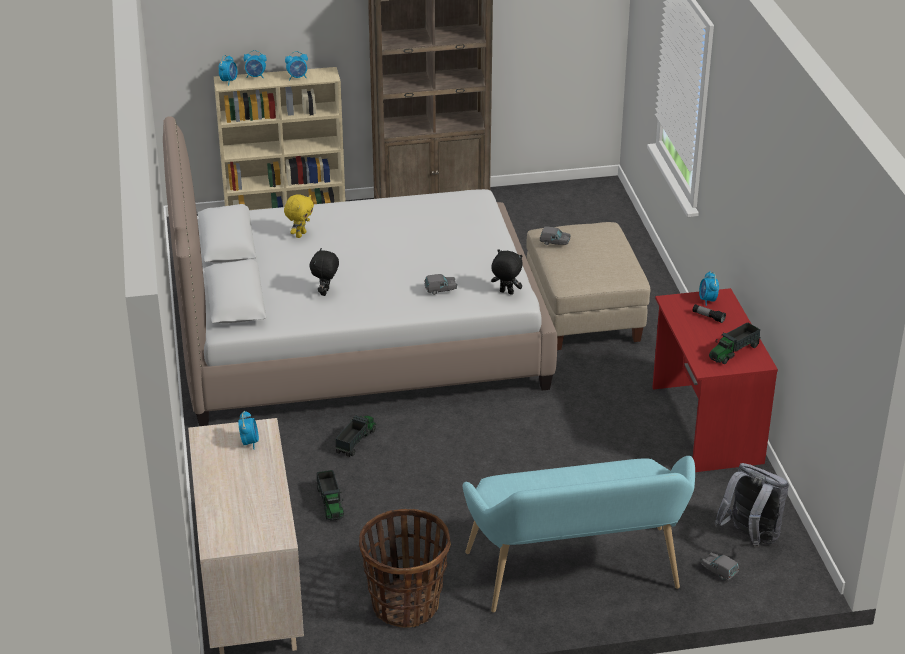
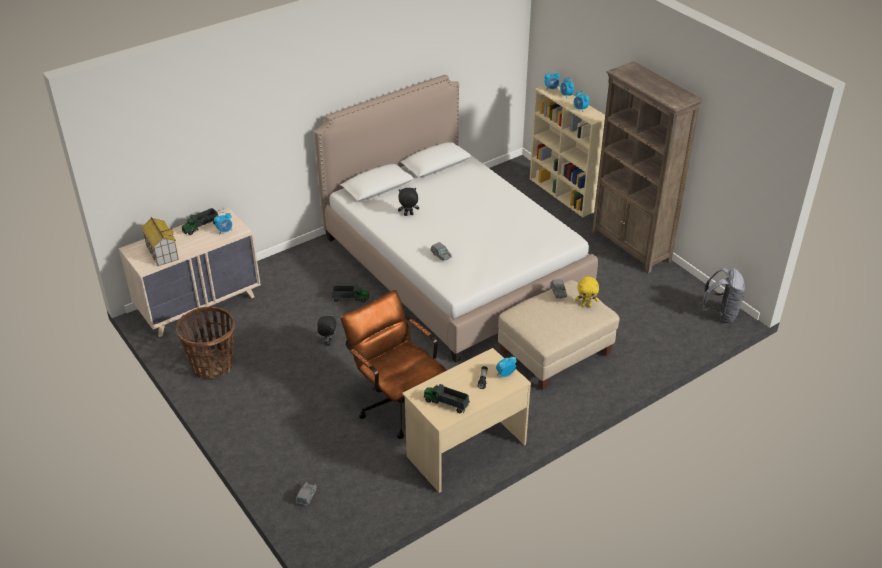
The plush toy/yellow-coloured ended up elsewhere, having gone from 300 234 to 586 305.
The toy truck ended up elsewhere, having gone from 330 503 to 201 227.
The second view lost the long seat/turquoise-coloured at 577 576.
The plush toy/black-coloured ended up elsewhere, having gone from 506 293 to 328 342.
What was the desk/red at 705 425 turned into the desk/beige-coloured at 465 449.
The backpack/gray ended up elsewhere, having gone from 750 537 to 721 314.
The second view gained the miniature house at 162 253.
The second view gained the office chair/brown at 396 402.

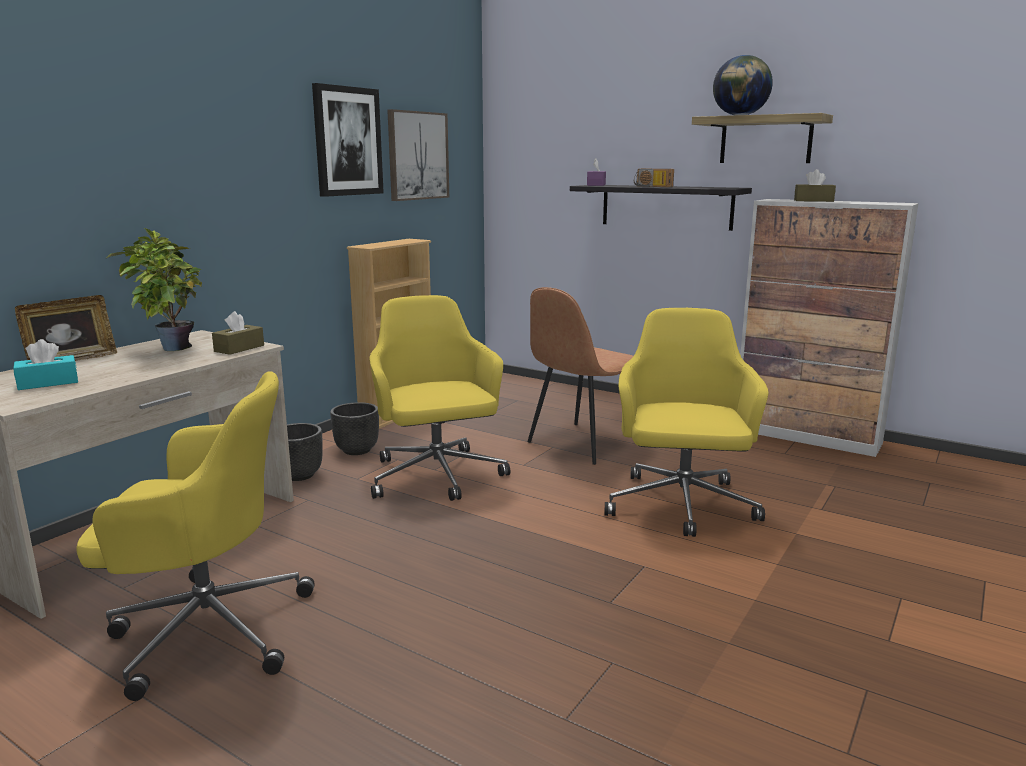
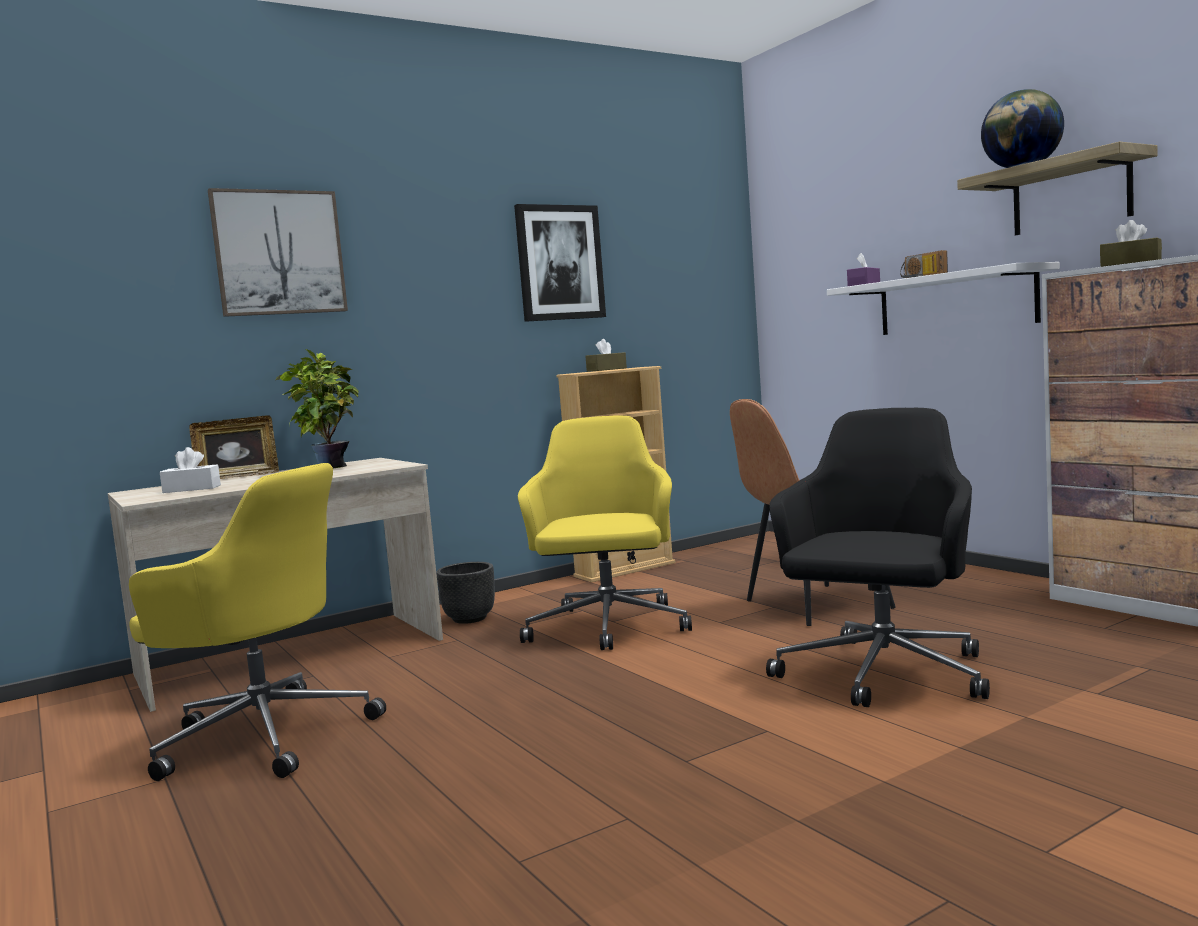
What was the tissue holder/turquoise-coloured at 48 383 turned into the tissue holder/whitish at 192 489.
The tissue holder/brown ended up elsewhere, having gone from 239 348 to 606 369.
The second view lost the flower pot/black-coloured at 357 450.
The picture ended up elsewhere, having gone from 417 156 to 279 253.
What was the shelf/black-coloured at 666 206 turned into the shelf/whitish at 955 302.
What was the office chair/yellow-coloured at 681 506 turned into the office chair/black-coloured at 882 675.

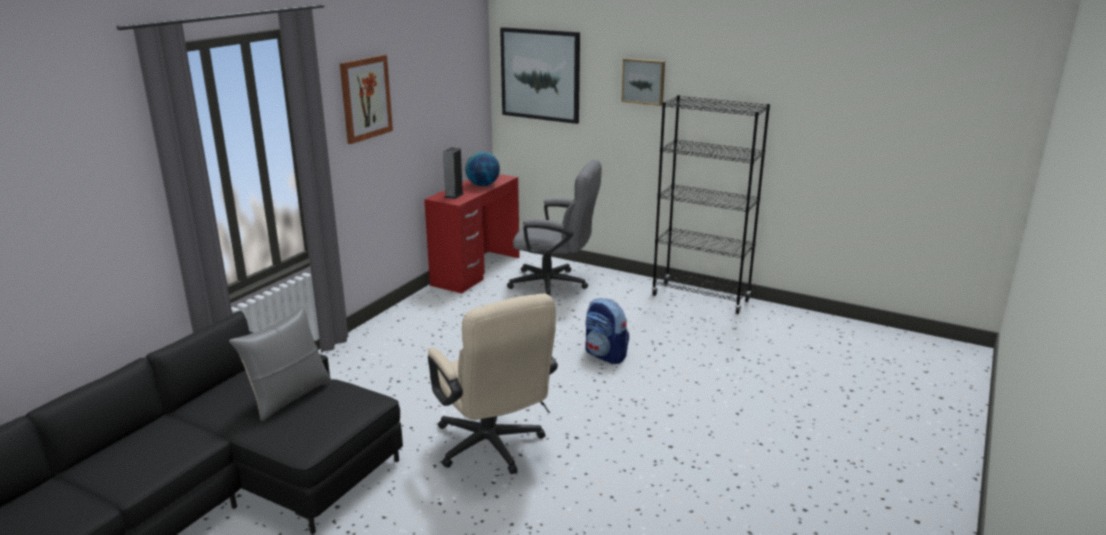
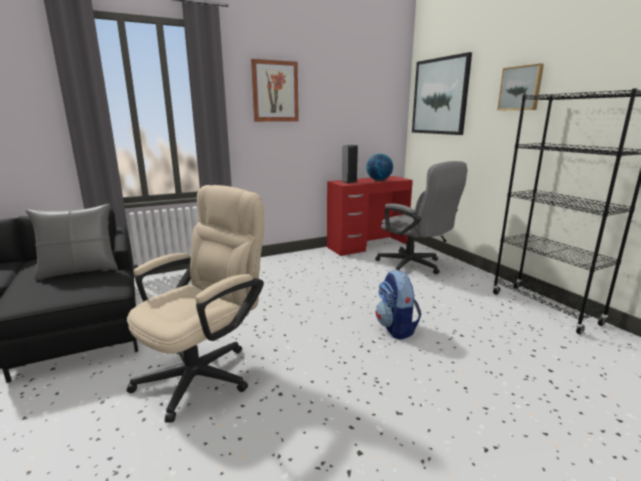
The office chair/beige-coloured at 493 449 ended up facing another way, 150 degrees counterclockwise from before.

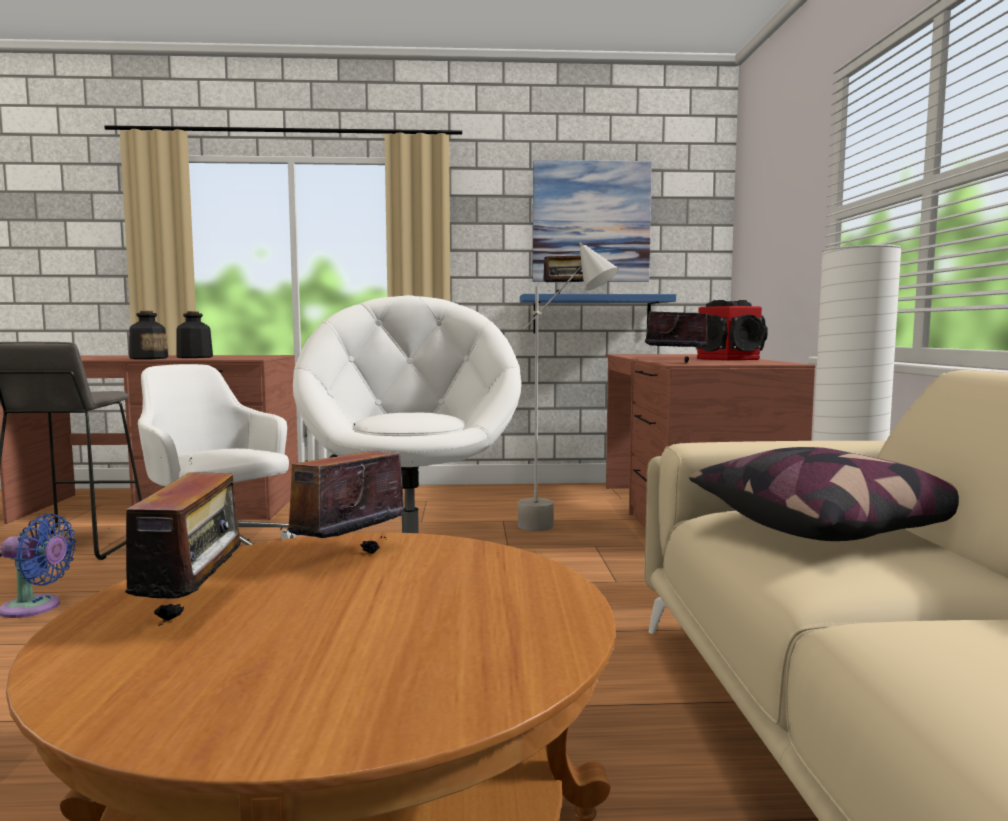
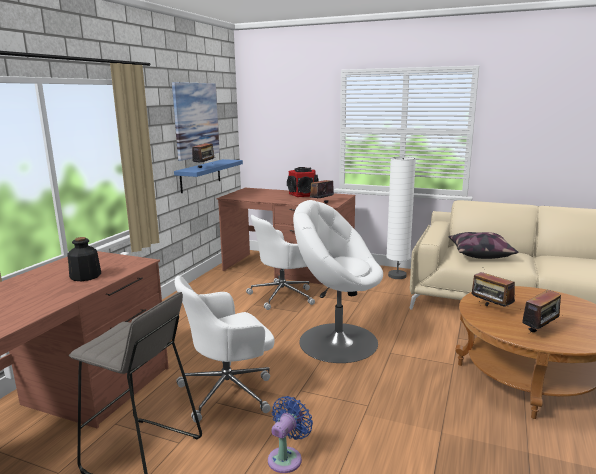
The radio set at 194 609 ended up facing another way, 120 degrees clockwise from before.
The second view lost the beverage bottle at 149 358.
Where the floor lamp/gray stood at 563 529, the office chair/whitish came to stand at 283 295.

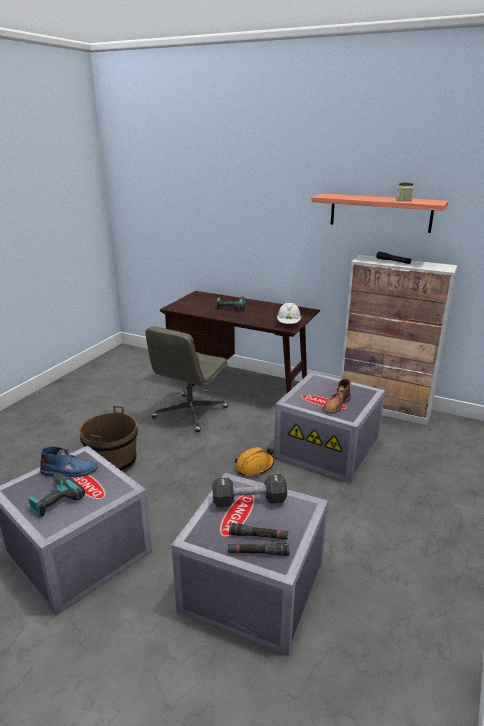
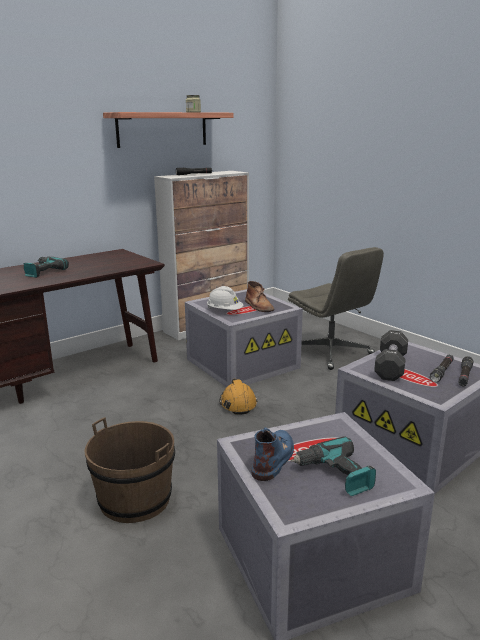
The office chair/gray ended up elsewhere, having gone from 190 413 to 331 352.
The work helmet/whitish ended up elsewhere, having gone from 288 323 to 224 311.

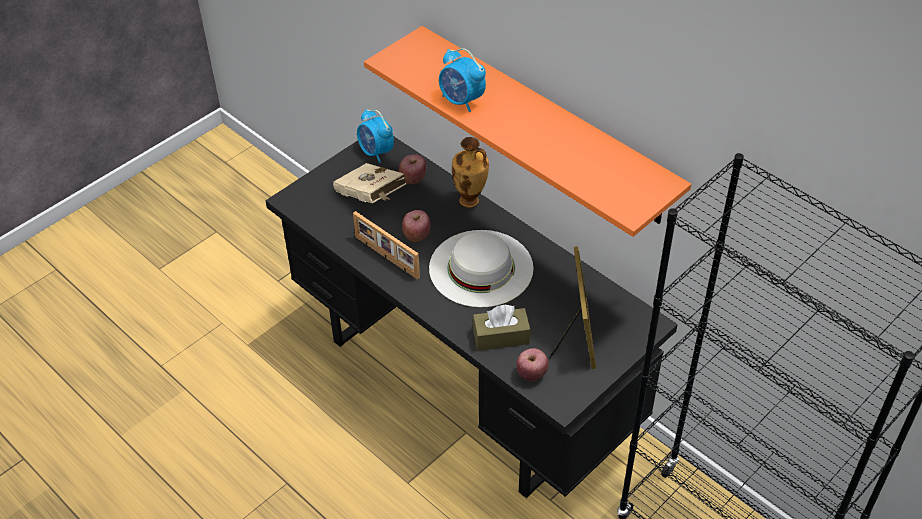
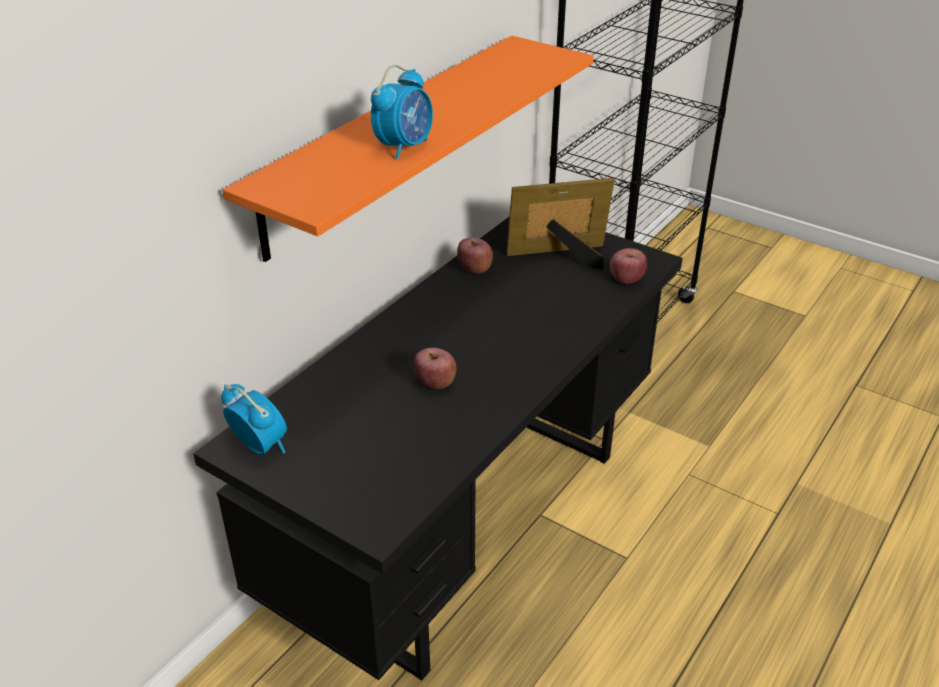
The second view lost the bound book/beige-coloured at 371 198.
The second view lost the picture frame at 386 258.
The table clock at 376 152 ended up facing another way, 90 degrees counterclockwise from before.
The whole apple ended up elsewhere, having gone from 413 179 to 474 269.
The second view lost the wearable hat/whitish at 481 268.
The second view lost the decorative vase at 470 201.
The second view lost the tissue holder/brown at 501 336.

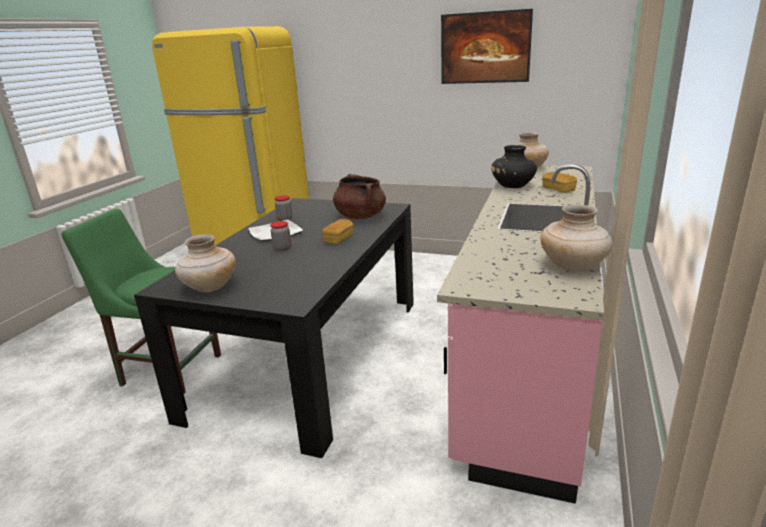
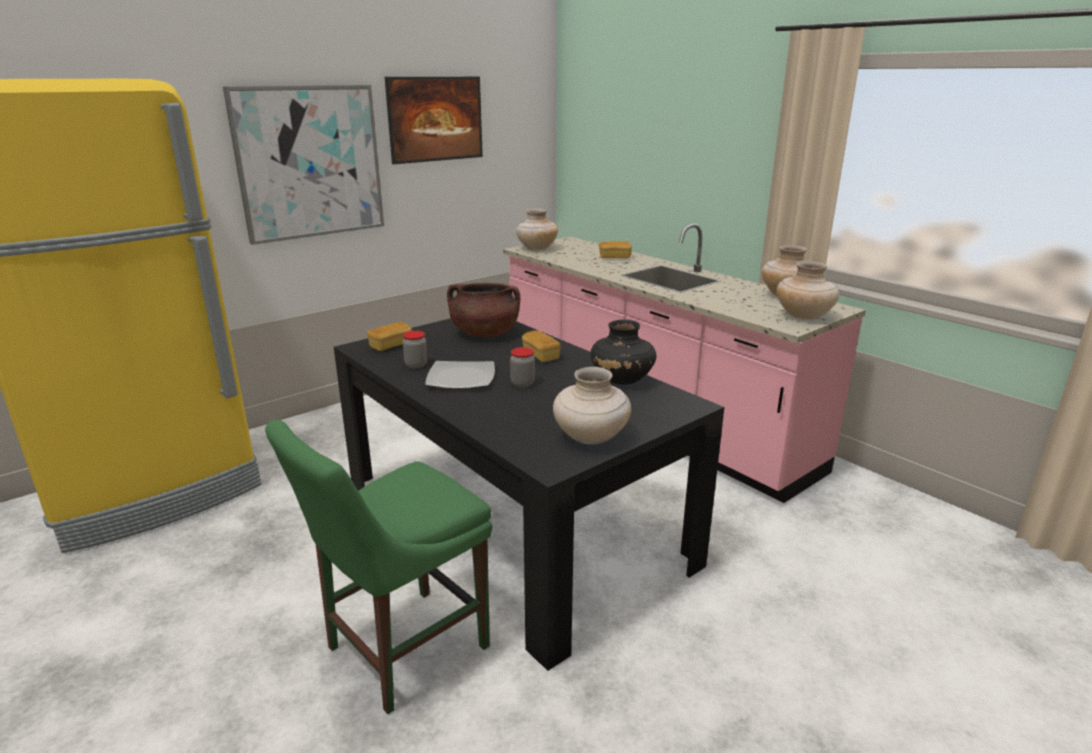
The decorative vase/black-coloured ended up elsewhere, having gone from 513 186 to 622 380.
The second view gained the picture at 310 162.
The second view gained the baked bread at 390 345.
The second view gained the decorative vase/beige-coloured at 804 316.

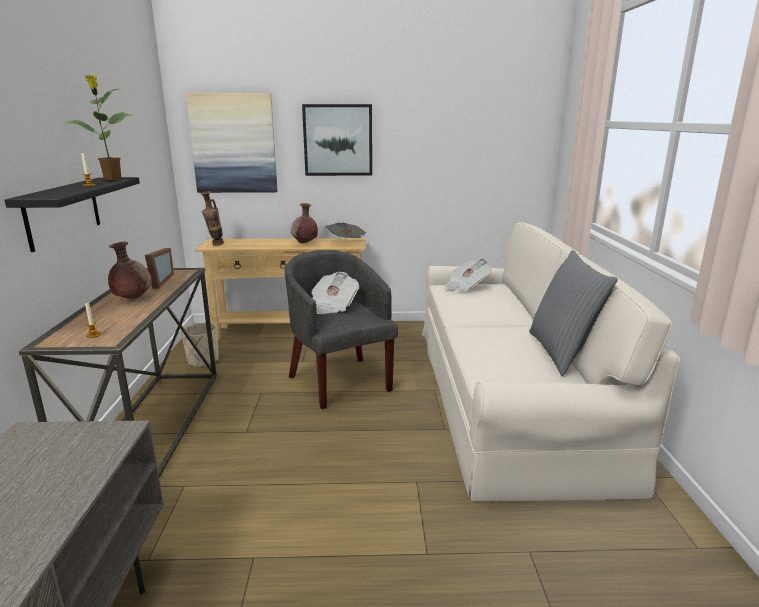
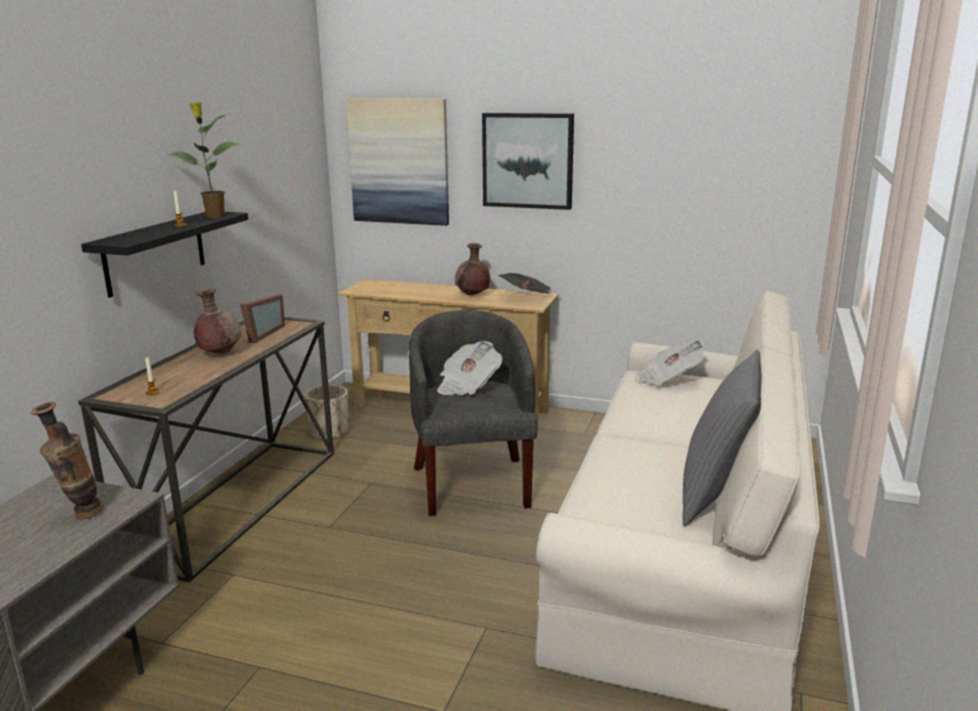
The decorative vase ended up elsewhere, having gone from 215 245 to 79 516.

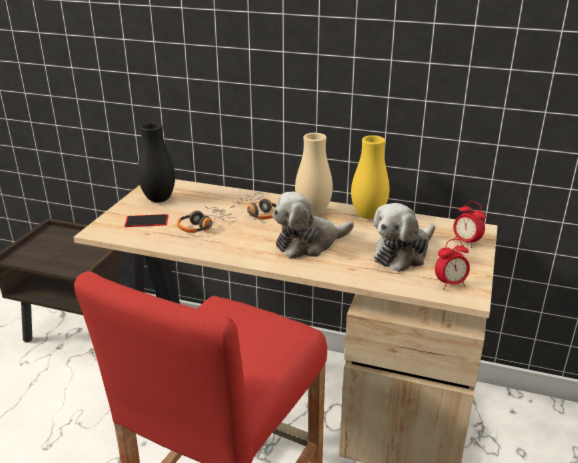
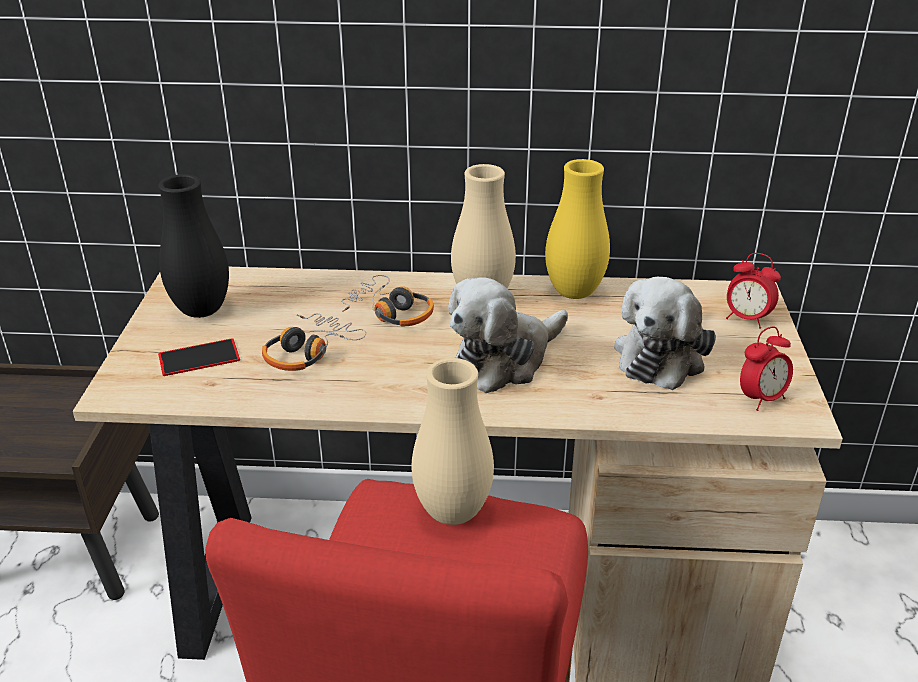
The second view gained the decorative vase/beige-coloured at 452 512.

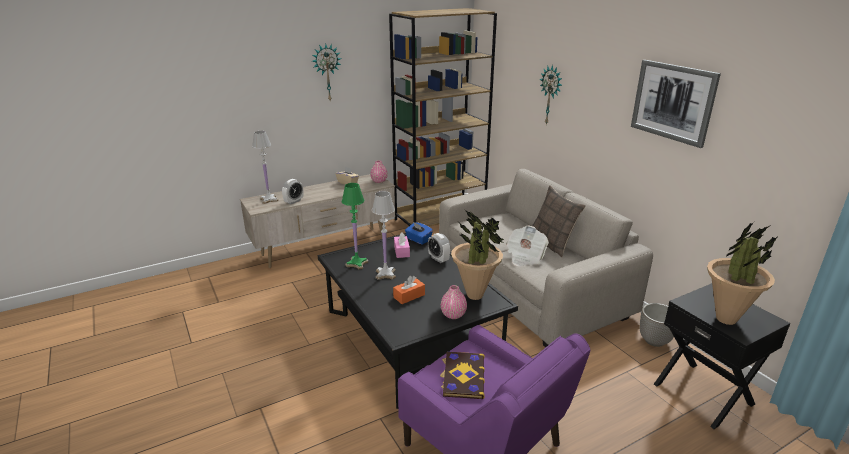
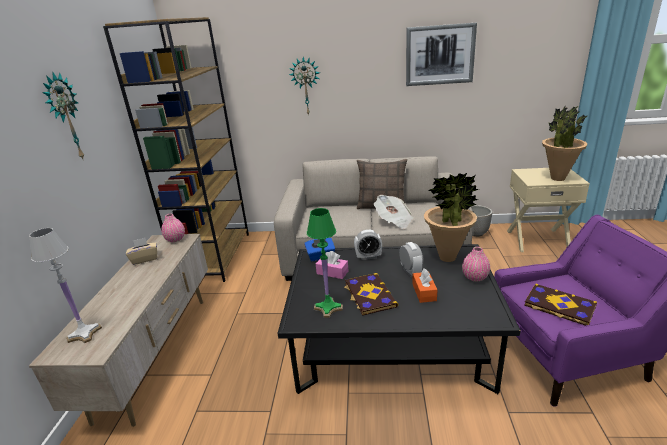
The table clock ended up elsewhere, having gone from 294 201 to 410 272.
Where the tabletop lamp/whitish stood at 385 274, the bound book came to stand at 369 295.
What was the bedside table/black-coloured at 704 393 turned into the bedside table/beige-coloured at 537 239.

